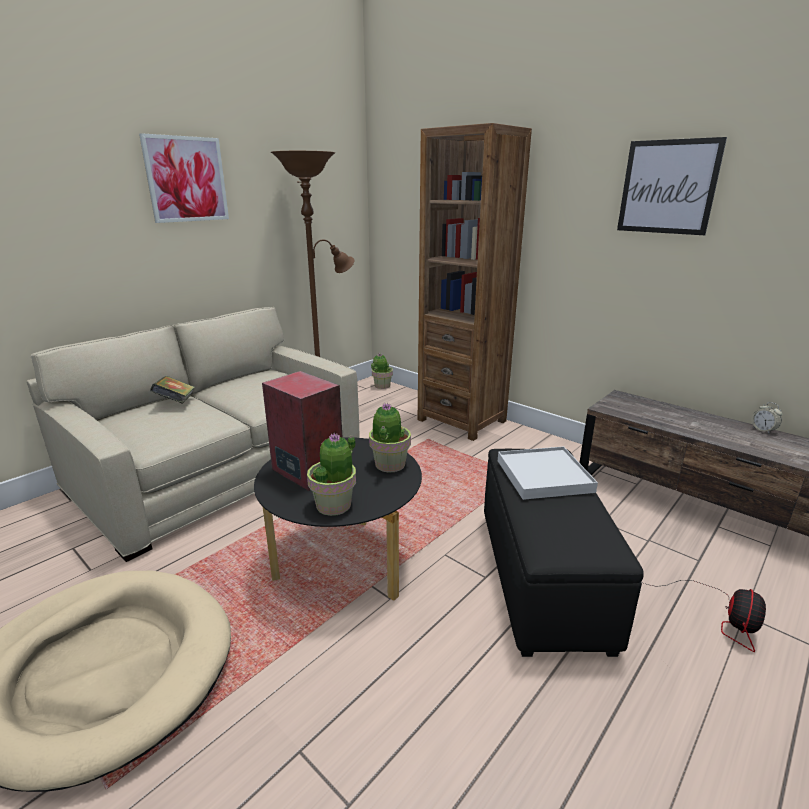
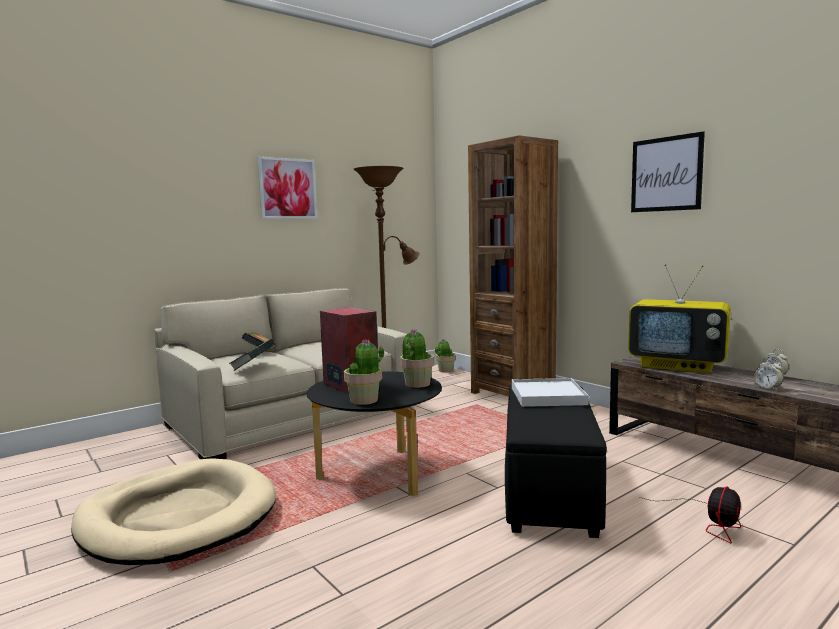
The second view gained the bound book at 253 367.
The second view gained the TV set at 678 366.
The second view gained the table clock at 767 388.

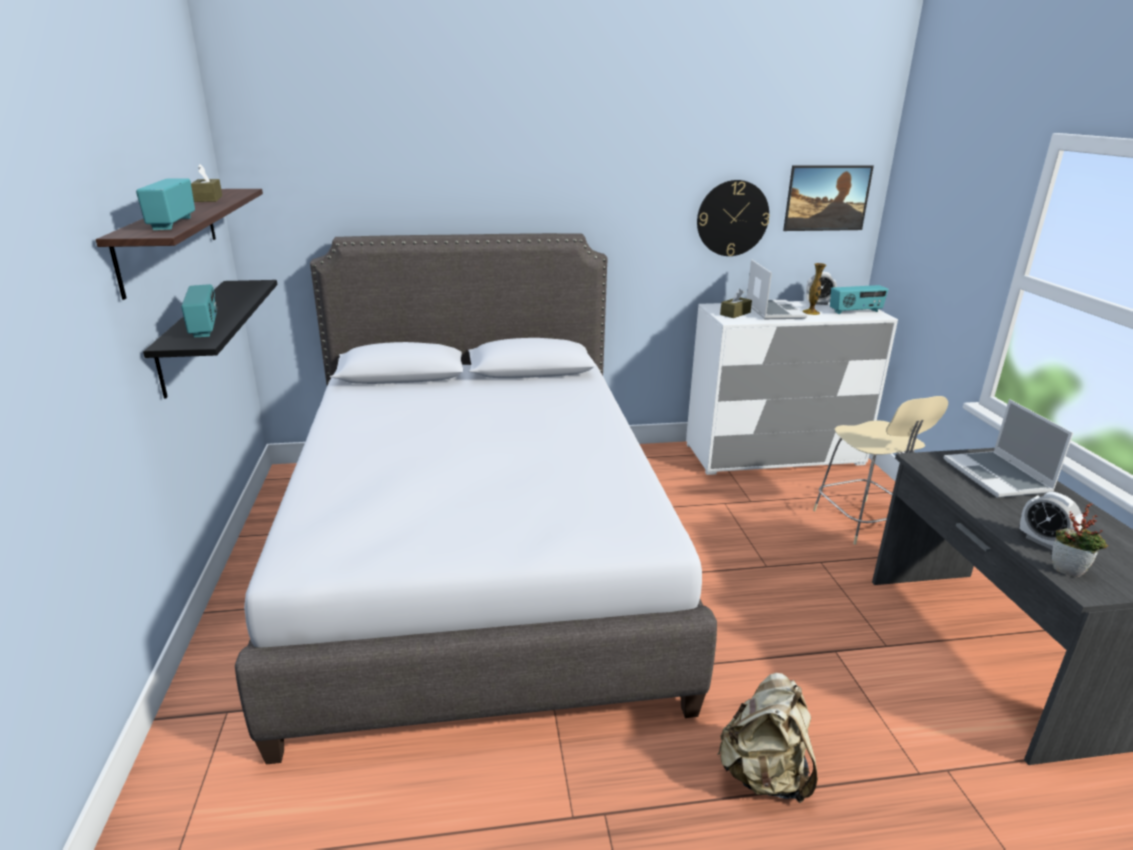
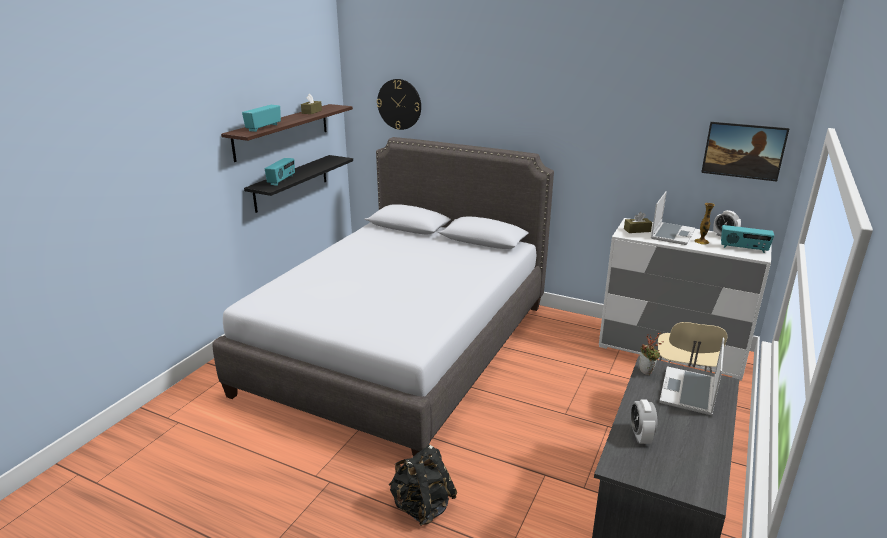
The wall clock ended up elsewhere, having gone from 732 218 to 399 104.
What was the backpack/beige-coloured at 764 774 turned into the backpack/black-coloured at 422 507.
The plant in a pot ended up elsewhere, having gone from 1069 571 to 647 371.

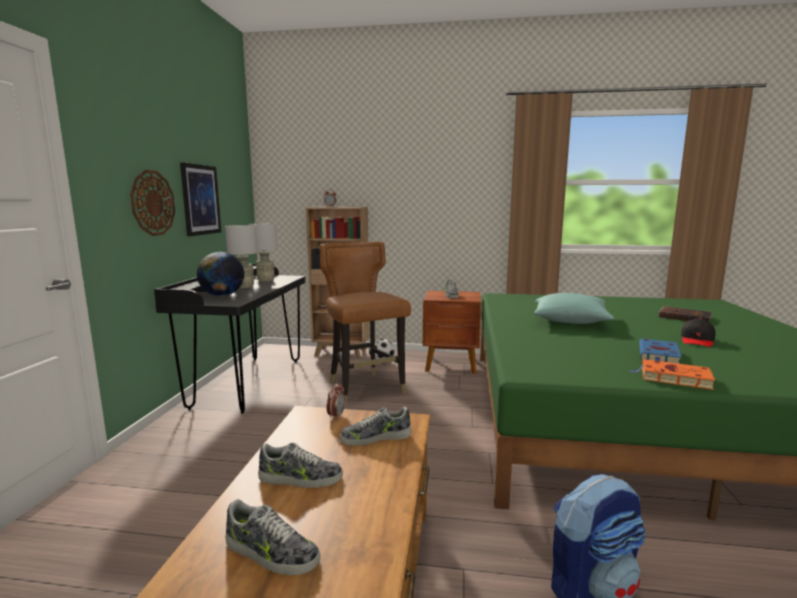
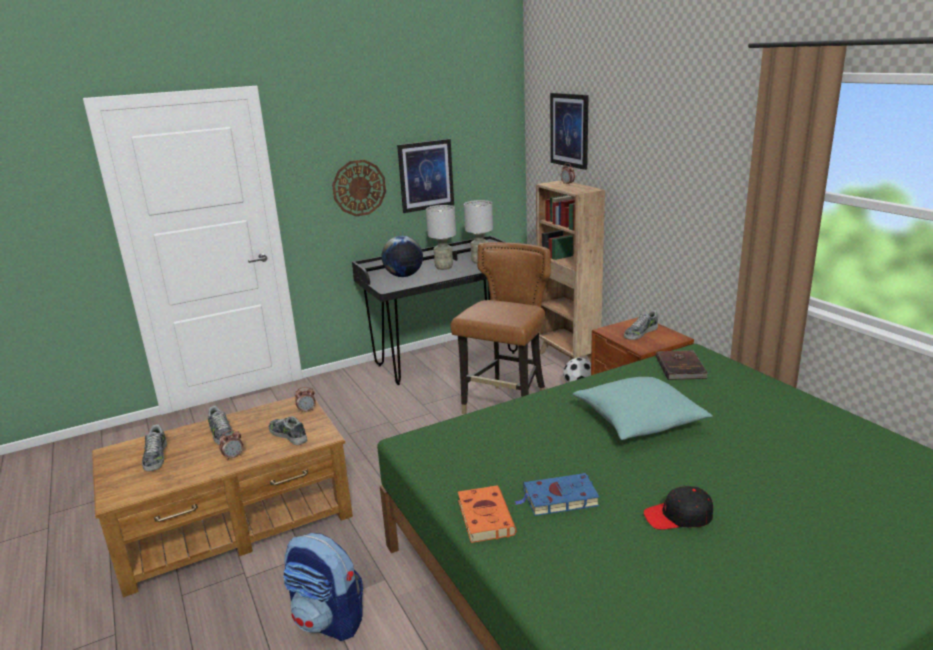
The bound book/brown ended up elsewhere, having gone from 684 316 to 681 367.
The second view gained the table clock at 233 457.
The second view gained the picture at 569 130.

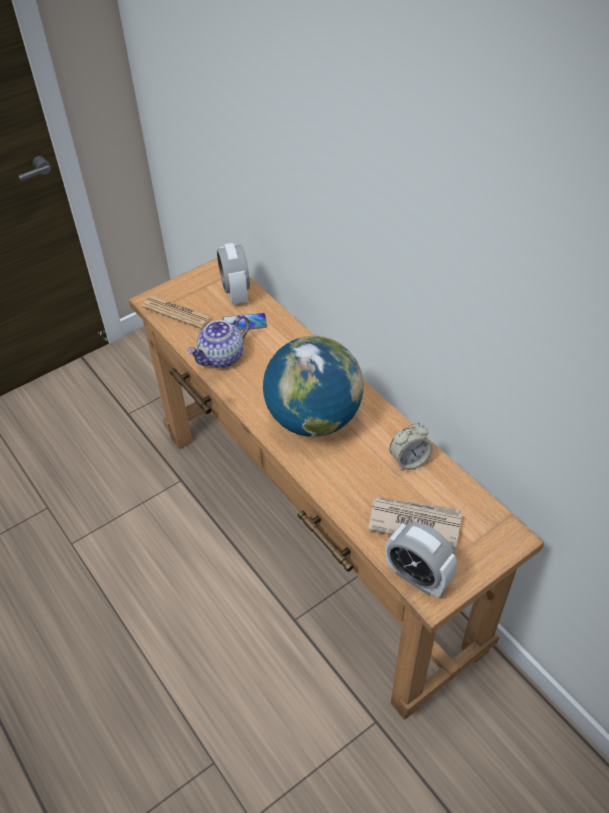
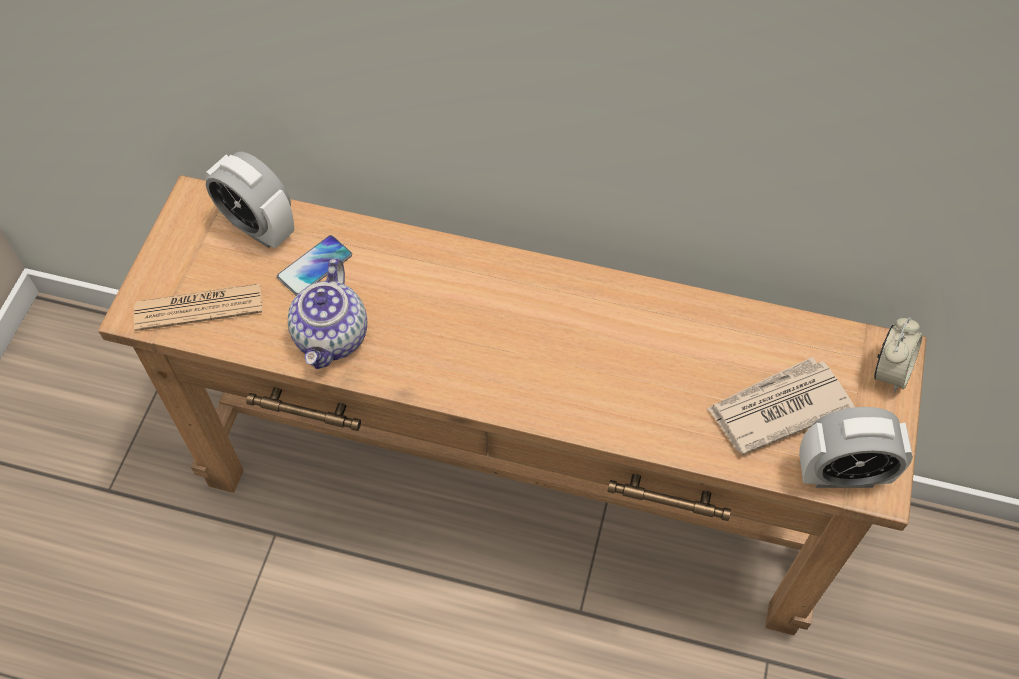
The second view lost the desk globe at 313 419.
The table clock ended up elsewhere, having gone from 409 461 to 889 371.

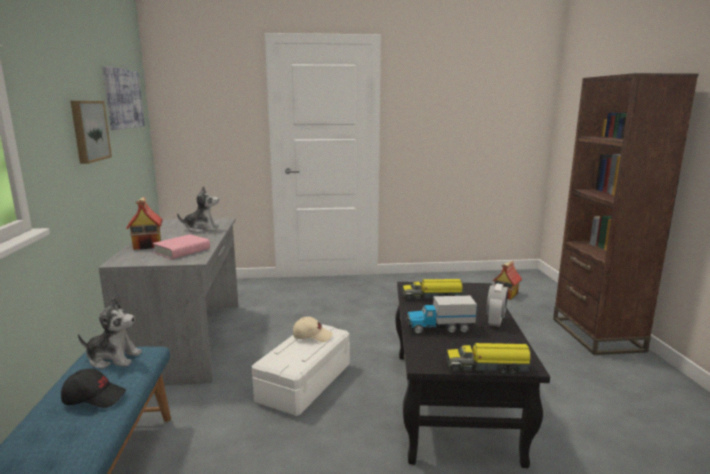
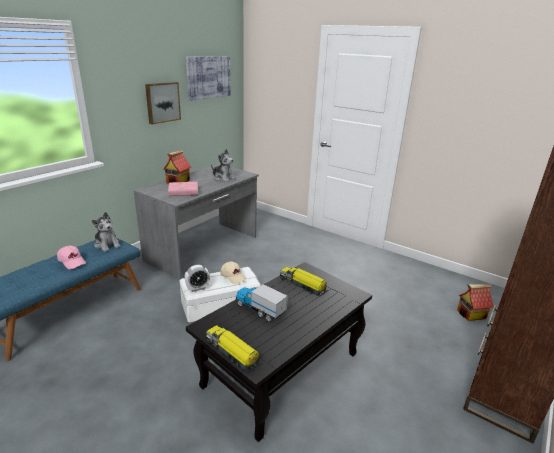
What was the baseball cap/black-coloured at 94 397 turned into the baseball cap/pink-coloured at 72 262.
The table clock ended up elsewhere, having gone from 495 321 to 198 288.

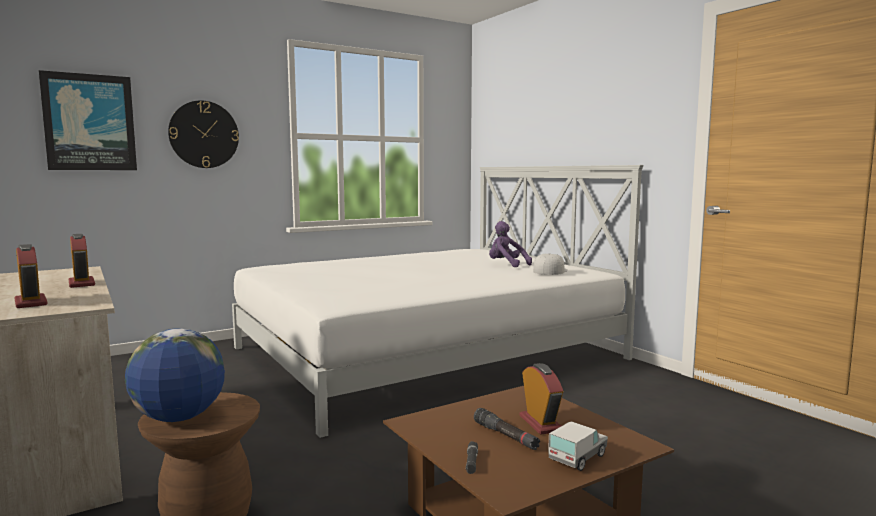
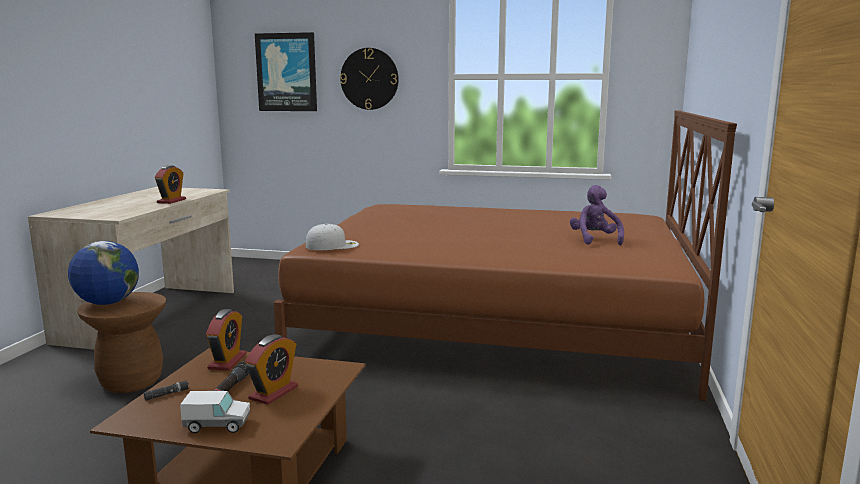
The table clock ended up elsewhere, having gone from 30 302 to 227 361.
What was the sleeping bed/whitish at 426 353 turned into the sleeping bed/brown at 497 321.
The baseball cap/whitish ended up elsewhere, having gone from 549 271 to 332 245.

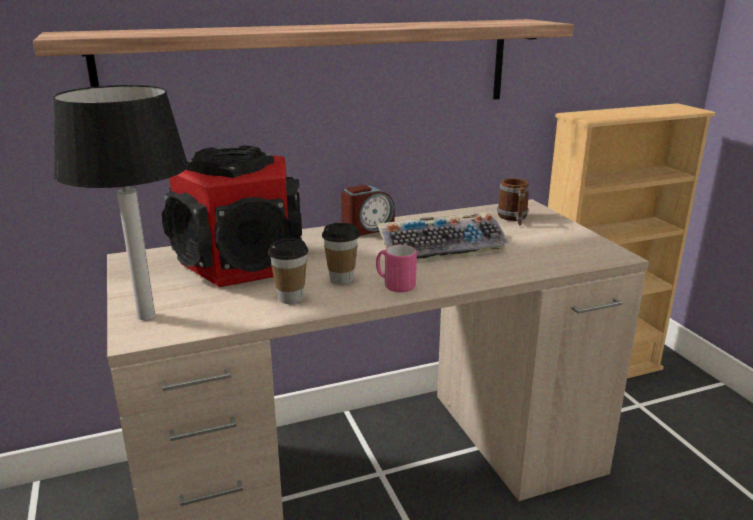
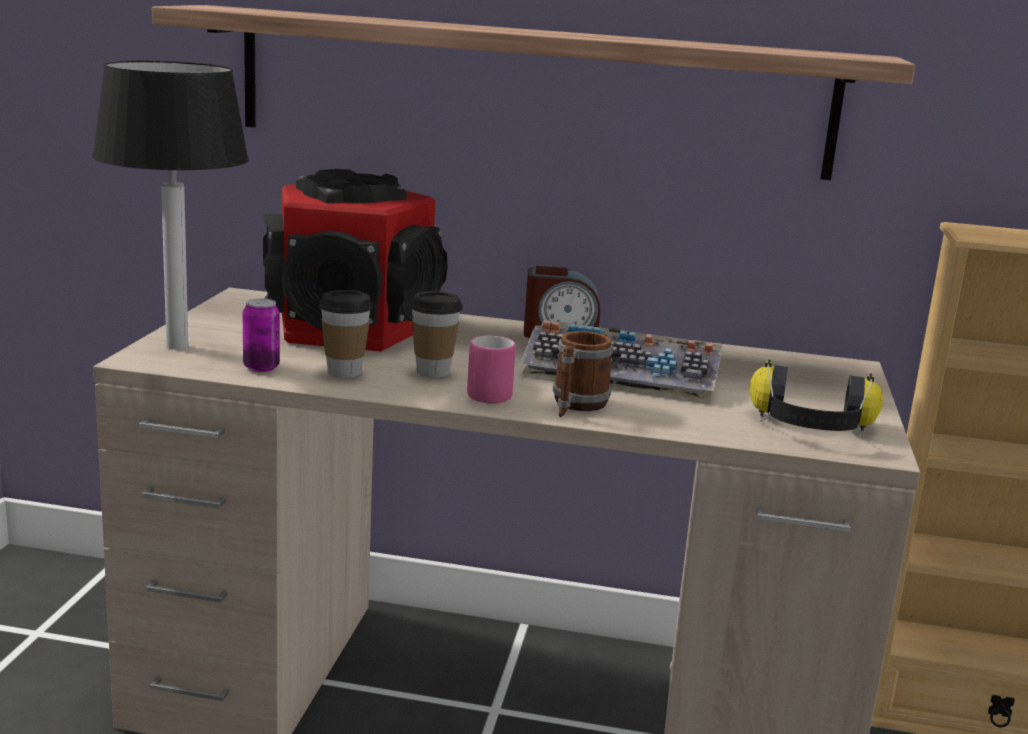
The coffee mug ended up elsewhere, having gone from 513 218 to 576 406.
The second view gained the sealed can at 261 367.
The second view gained the headset at 811 428.

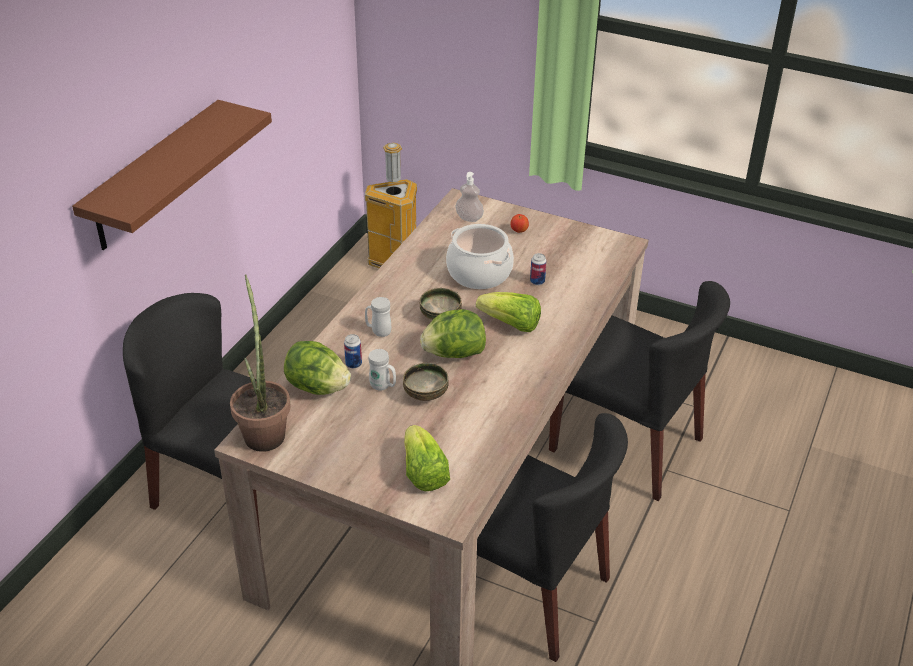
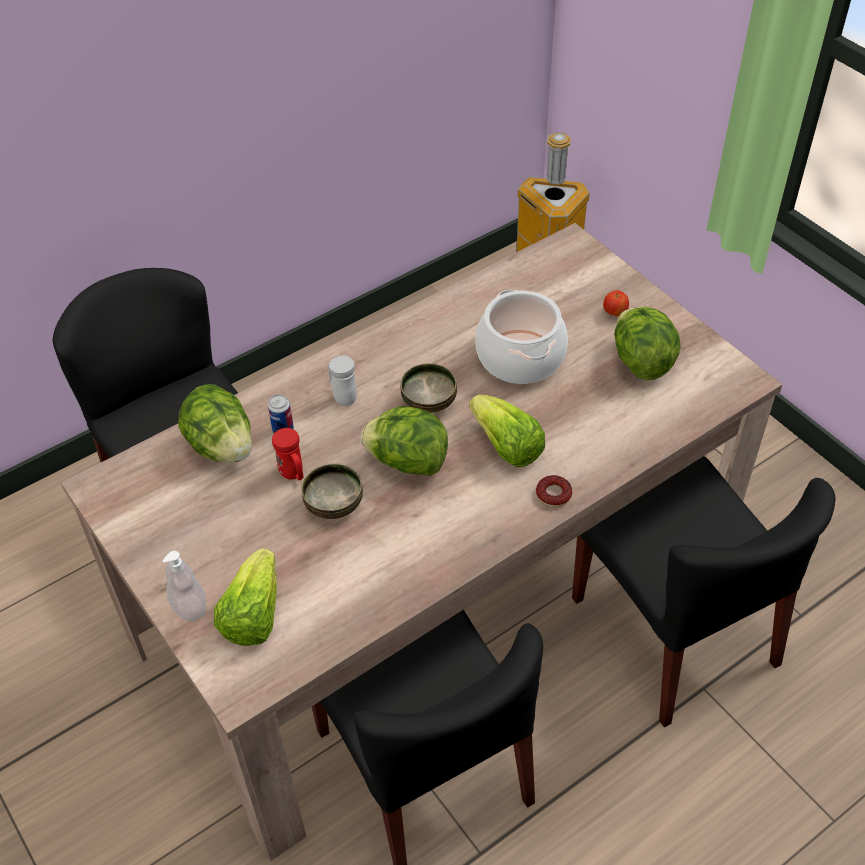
The second view lost the shelf/brown at 155 176.
The second view lost the plant in a pot at 264 430.
What was the coffee mug/whitish at 383 387 turned into the coffee mug/red at 293 474.
The soap bottle ended up elsewhere, having gone from 469 218 to 189 607.
The second view lost the sealed can at 537 281.
The second view gained the ring doughnut at 553 494.
The second view gained the head of lettuce at 641 361.

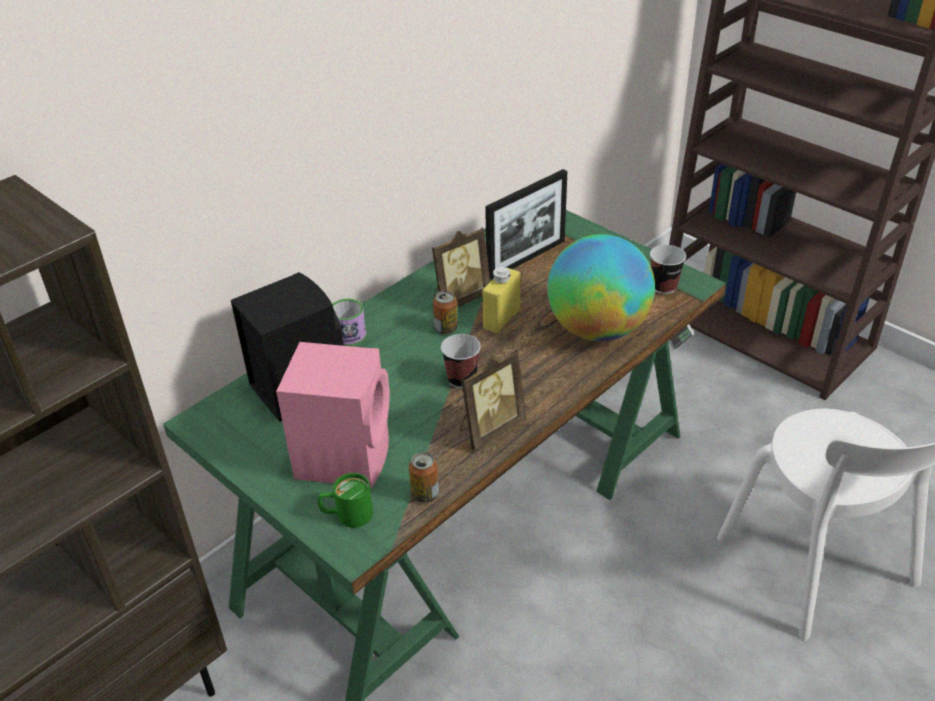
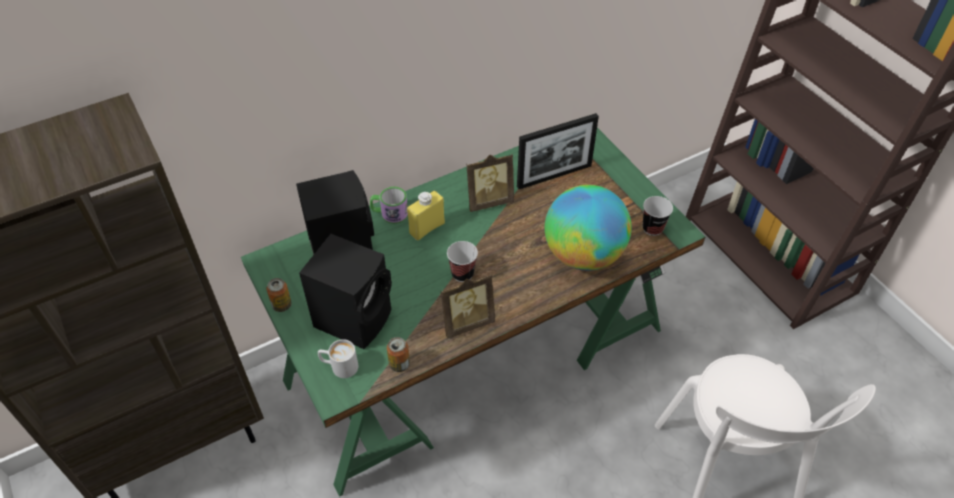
What was the loudspeaker/pink-coloured at 345 455 turned into the loudspeaker/black-coloured at 355 317.
What was the coffee mug/green-coloured at 347 515 turned into the coffee mug/whitish at 339 366.
The sealed can ended up elsewhere, having gone from 446 329 to 282 305.
The beverage bottle/yellow-coloured ended up elsewhere, having gone from 501 319 to 427 228.

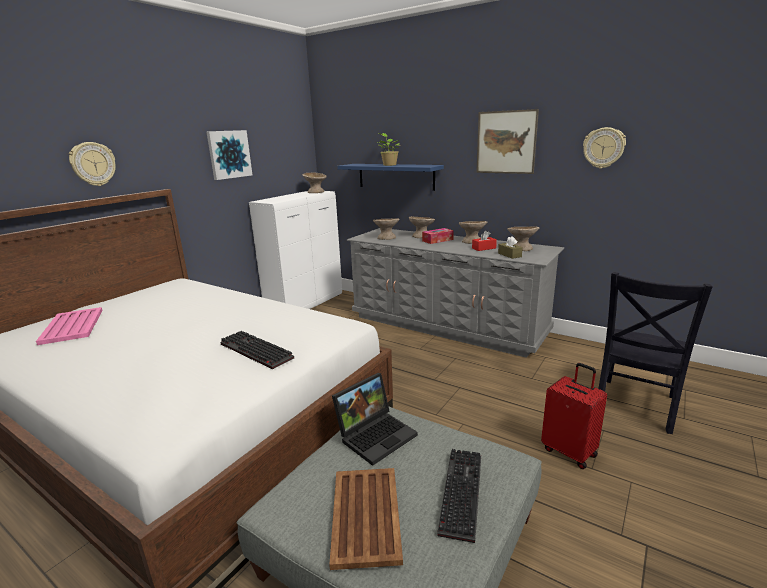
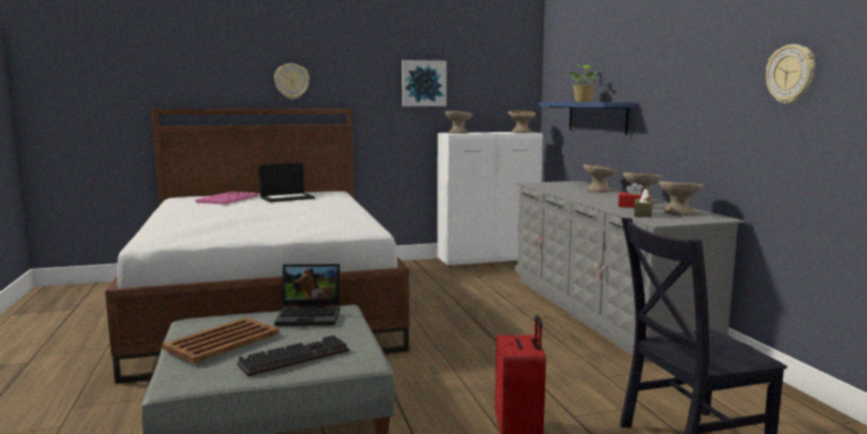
The second view lost the keyboard at 253 351.
The serving bowl/beige-coloured ended up elsewhere, having gone from 386 237 to 458 133.
The second view lost the tissue holder at 437 240.
The second view lost the picture at 506 142.
The second view gained the portable computer at 287 198.

